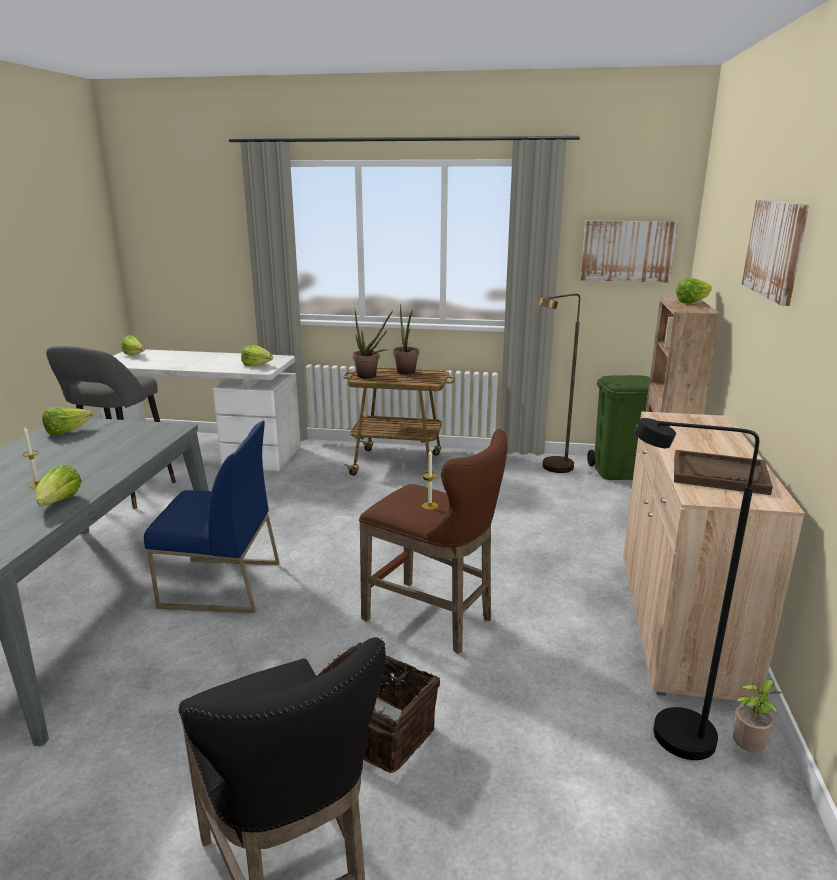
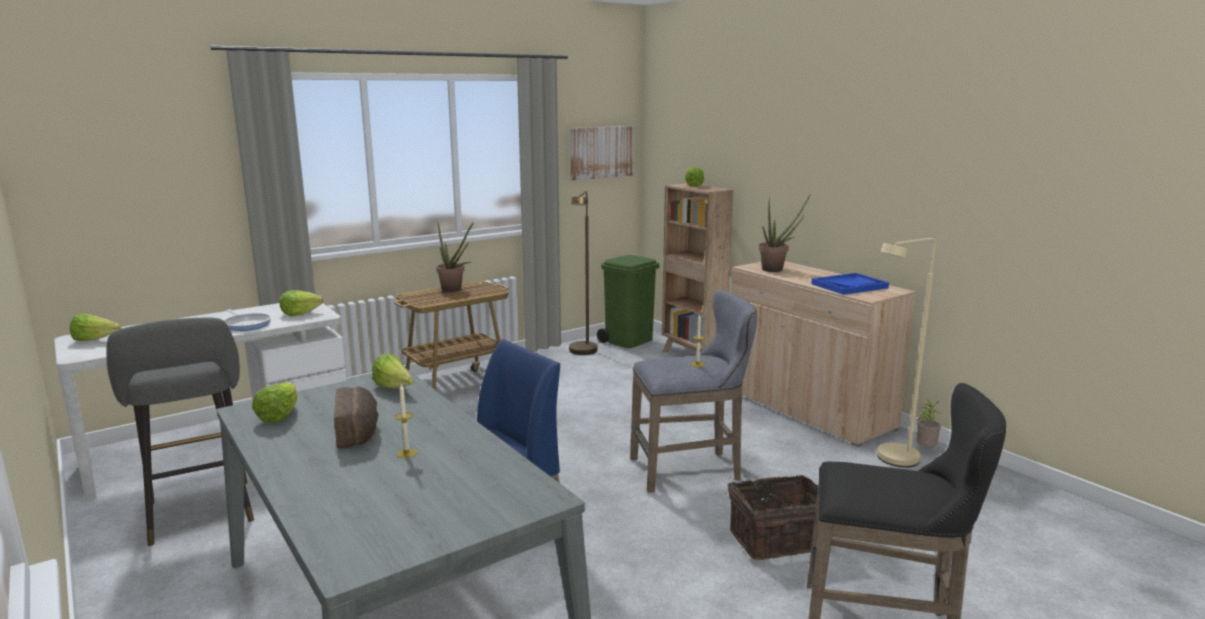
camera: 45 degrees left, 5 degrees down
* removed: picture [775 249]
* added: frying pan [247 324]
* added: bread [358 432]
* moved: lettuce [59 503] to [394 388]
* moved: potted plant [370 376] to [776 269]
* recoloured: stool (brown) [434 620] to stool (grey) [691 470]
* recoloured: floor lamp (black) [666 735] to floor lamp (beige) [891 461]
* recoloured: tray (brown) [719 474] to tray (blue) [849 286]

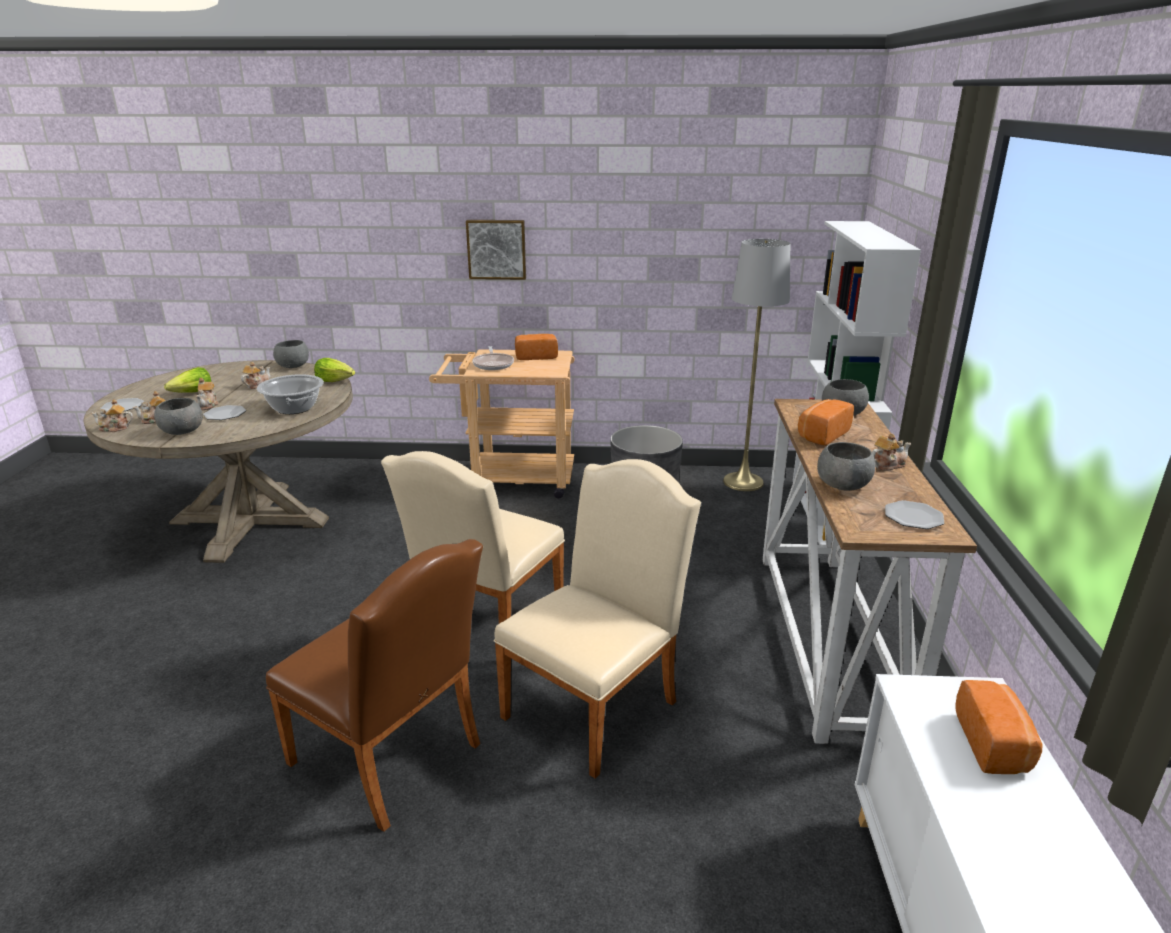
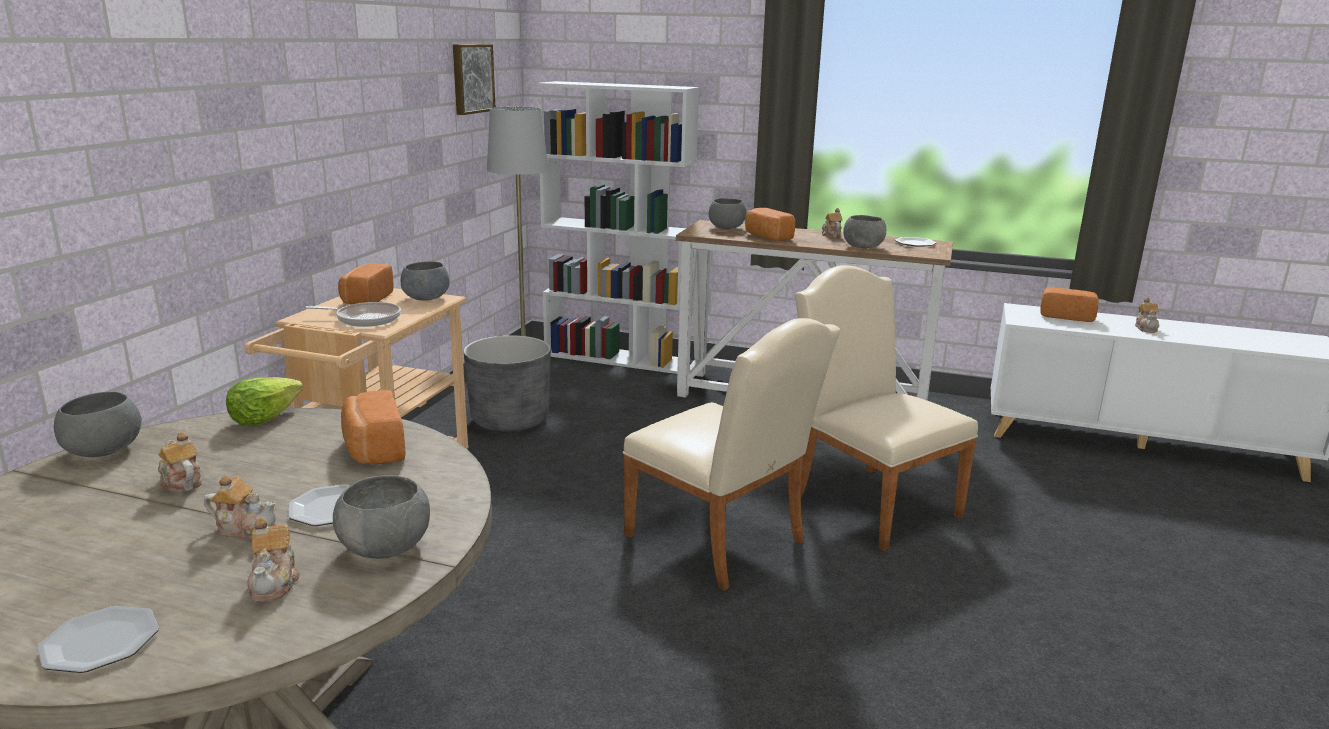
camera: 75 degrees left, 5 degrees down
* removed: lettuce [193 393]
* removed: chair (brown) [393 760]
* added: bowl (grey) [425 298]
* moved: teapot [115 428] to [1146 328]
* moved: picture [496 249] to [471 78]
* replaced: cooking pot [294 408] to bread [373 449]

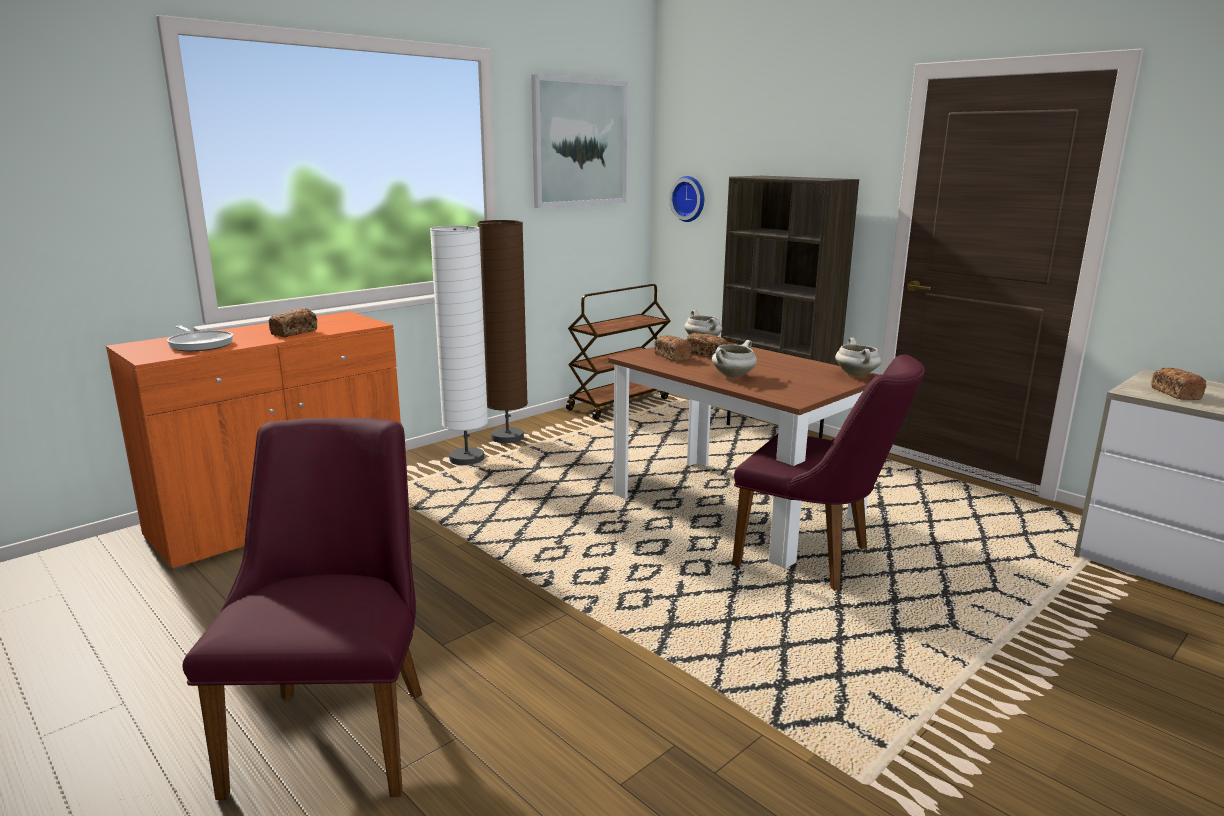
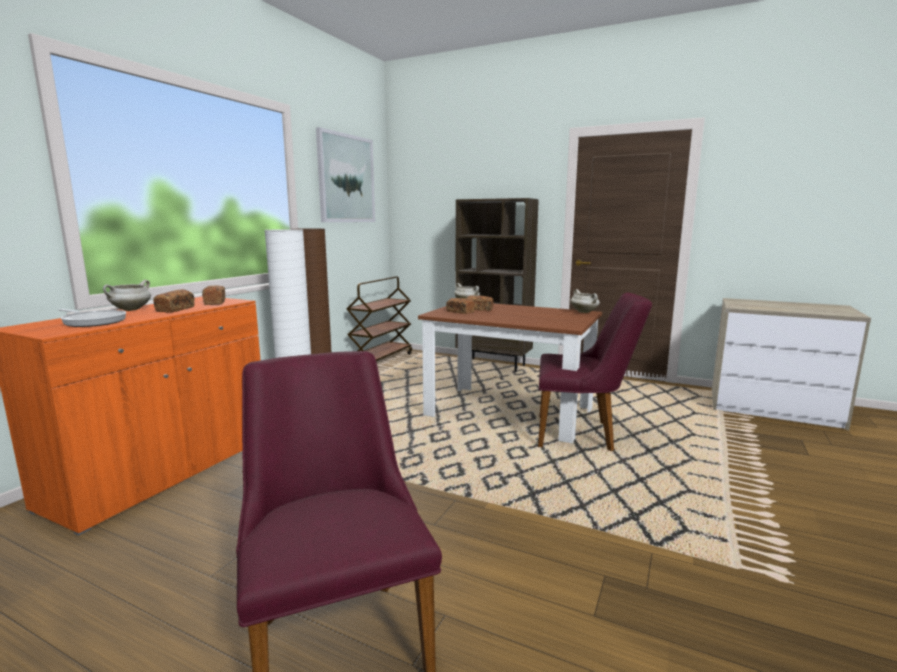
camera: 20 degrees left, 5 degrees down
* removed: wall clock [689 198]
* moved: cooking pot (white) [733 376] to [131 310]
* moved: bread [1175 393] to [215 302]

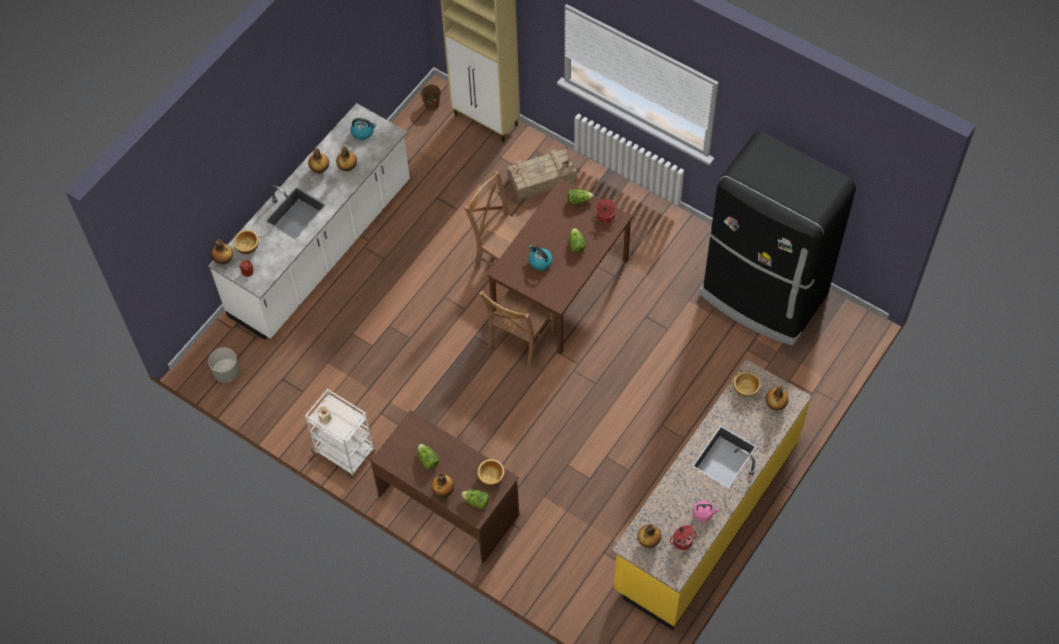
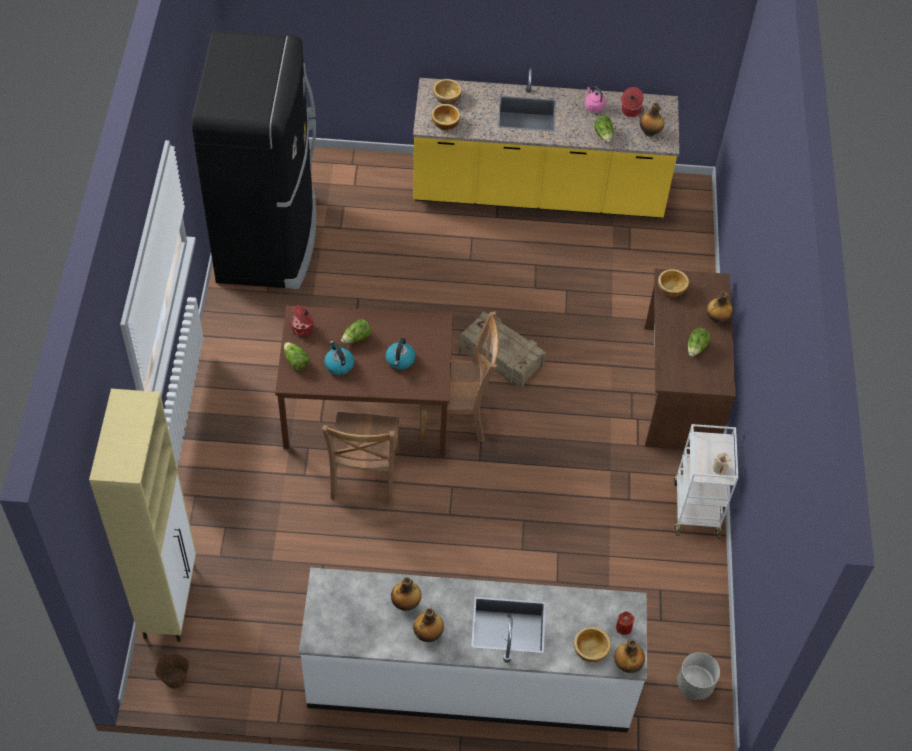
camera: 125 degrees left, 5 degrees down
* moved: kettle [363 132] to [339 364]
* moved: lettuce [476 501] to [604 135]
* moved: crate [541 179] to [501 357]
* replaced: bottle [775 405] to bowl [447 98]

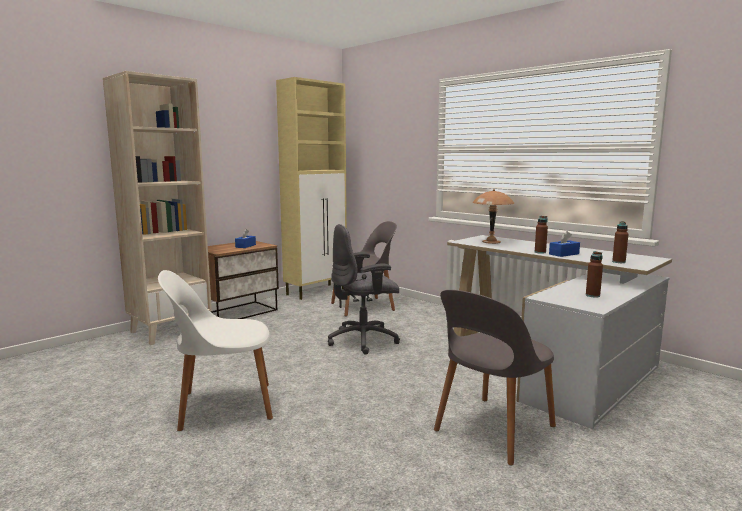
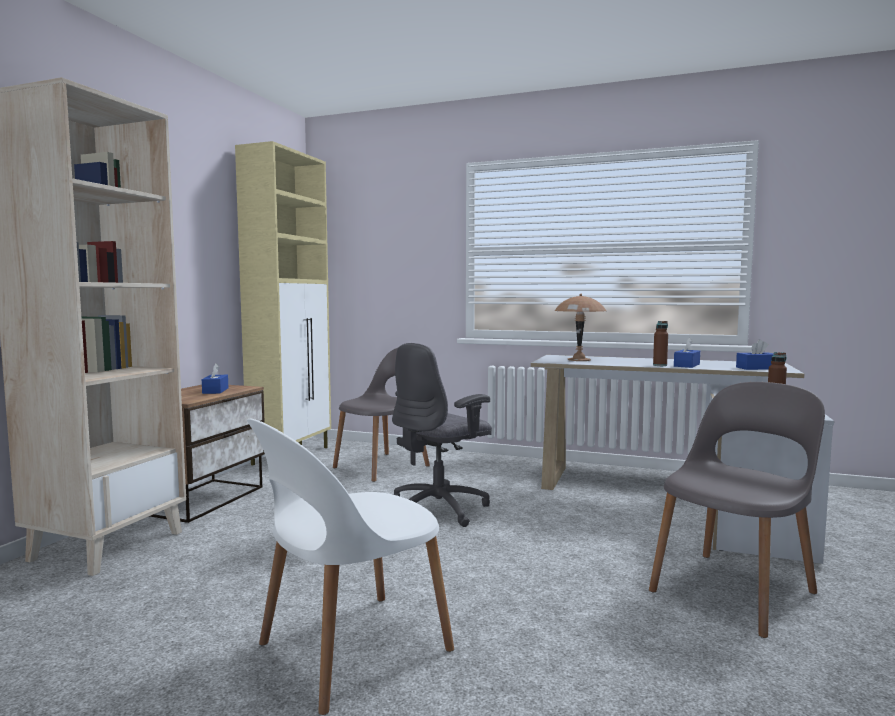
camera: 25 degrees left, 5 degrees down
* replaced: bottle (brown) [618 262] to tissue box (blue) [757 368]
* turned: chair (grey) [493 430] = [734 590] 150 degrees counterclockwise

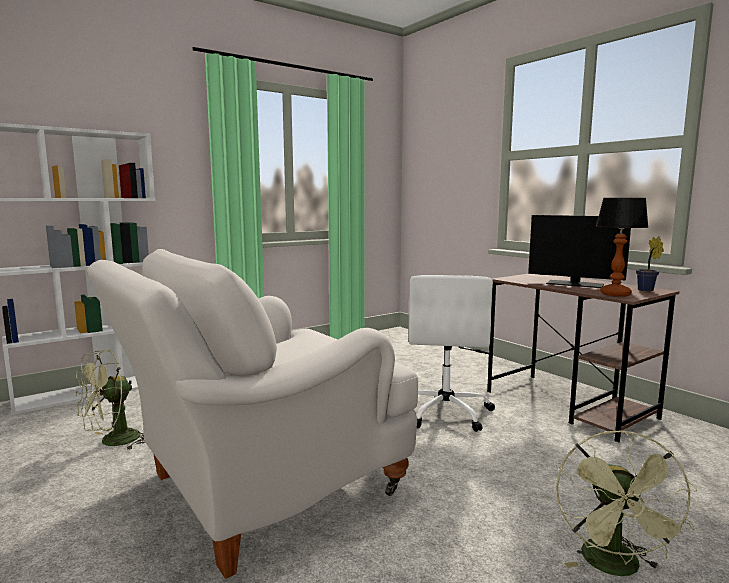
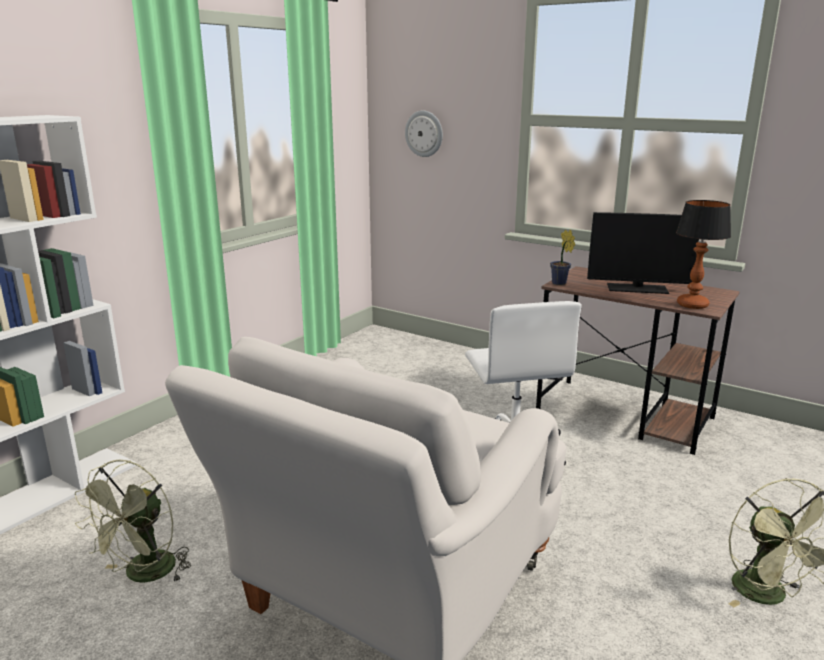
camera: 20 degrees left, 10 degrees up
* added: wall clock [424 133]
* moved: potted plant [646 290] to [560 283]

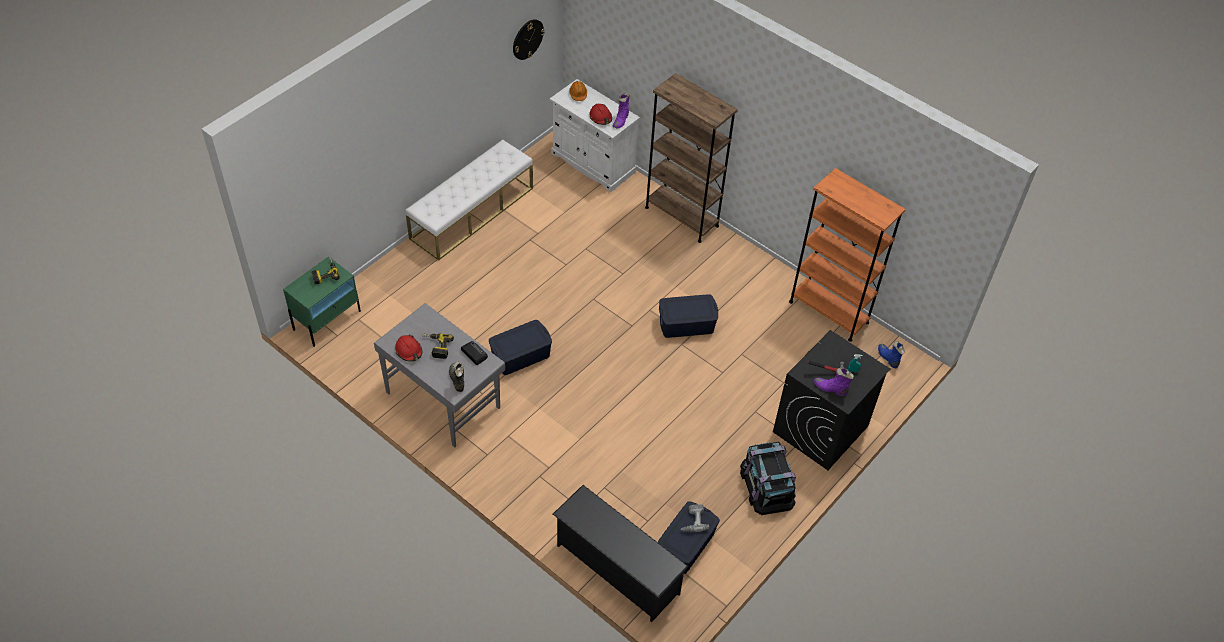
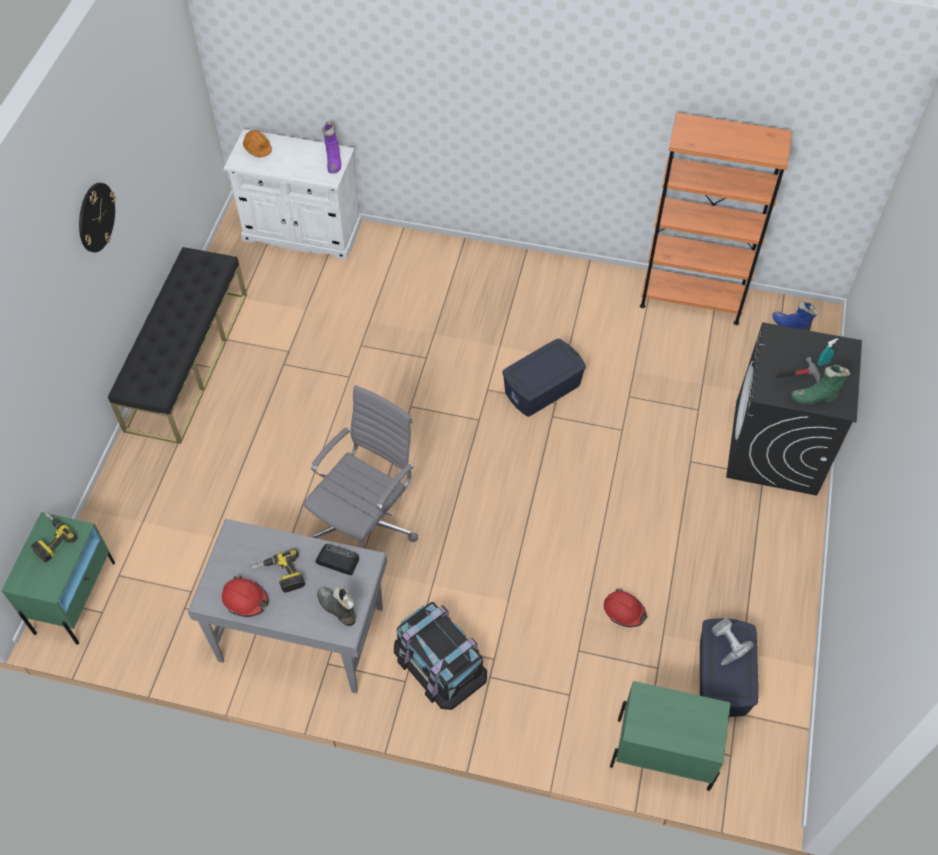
camera: 25 degrees left, 5 degrees up
* removed: bookcase (brown) [681 216]
* moved: wall clock [527 39] to [96 217]
* moved: hard hat (red) [600 117] to [624 611]
* moved: storage box (black) [766 485] to [439 662]
* replaced: storage box (blue) [521 356] to office chair (grey) [366 524]
* replaced: shoe rack (black) [617 569] to nightstand (green) [662 753]
* recoloured: bench (white) [472 213] to bench (black) [187 360]
* recoloured: boot (purple) [831 389] to boot (green) [815 397]

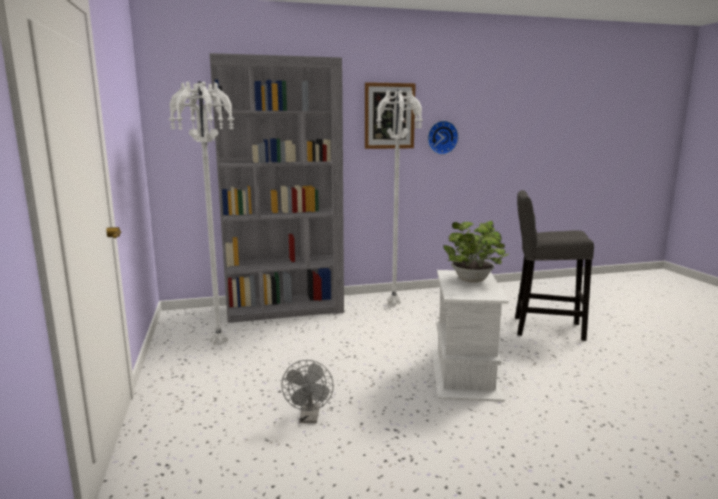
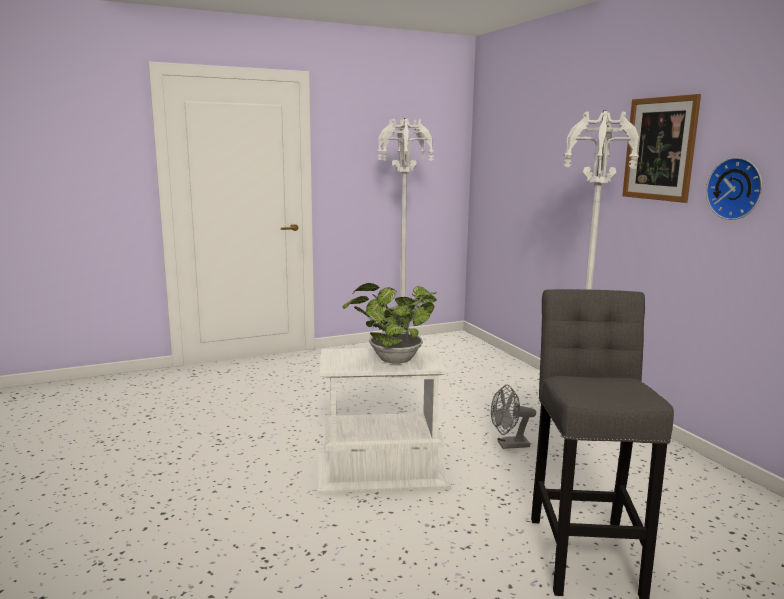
camera: 80 degrees right, 0 degrees up
* removed: bookcase (grey) [285 309]
* moved: fan (grey) [309 418] to [508 445]

